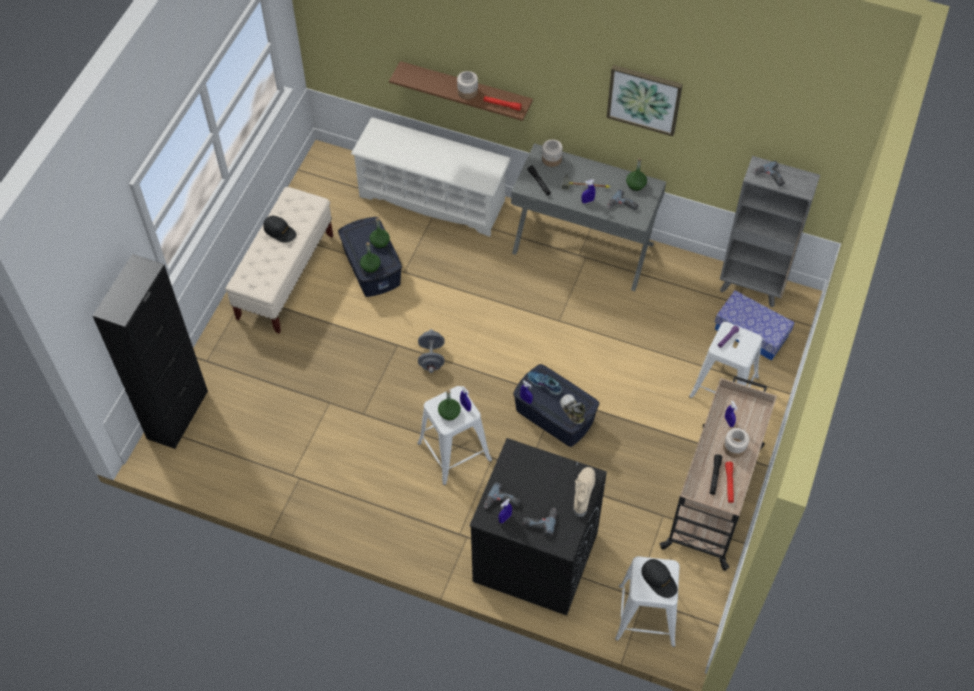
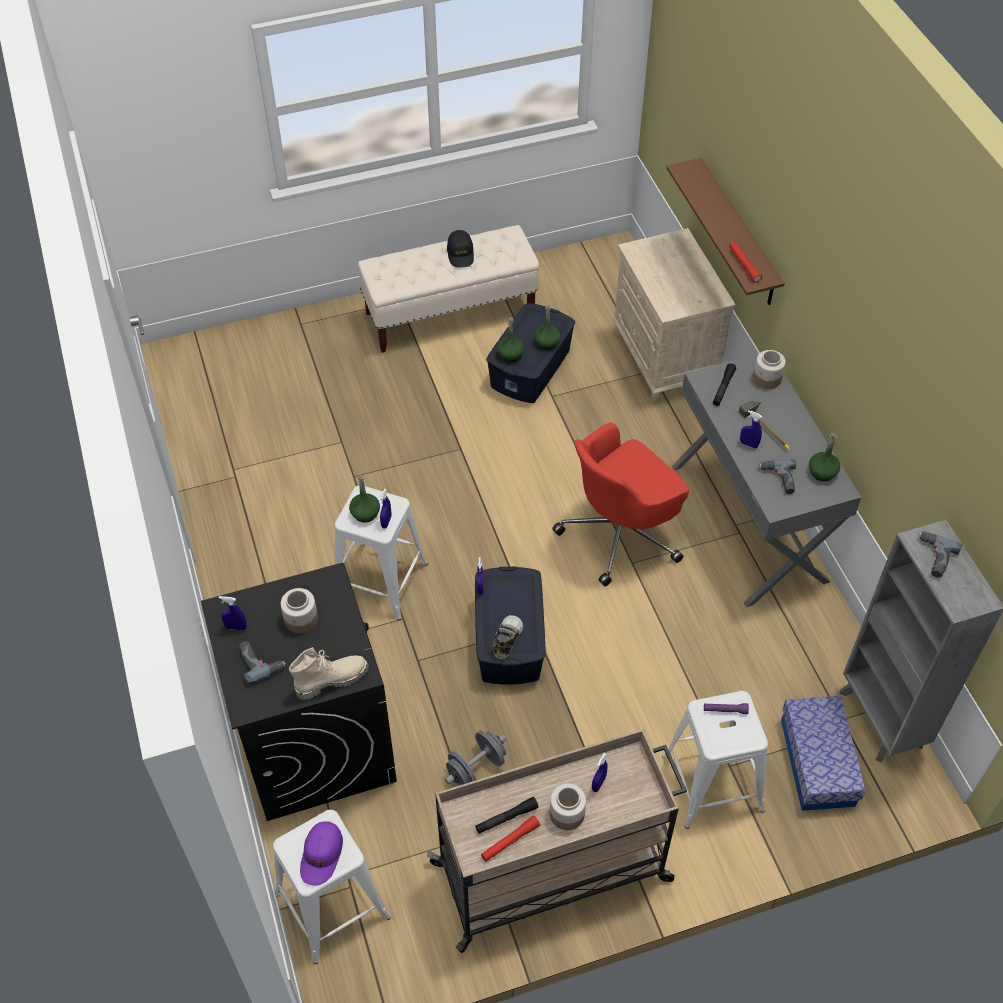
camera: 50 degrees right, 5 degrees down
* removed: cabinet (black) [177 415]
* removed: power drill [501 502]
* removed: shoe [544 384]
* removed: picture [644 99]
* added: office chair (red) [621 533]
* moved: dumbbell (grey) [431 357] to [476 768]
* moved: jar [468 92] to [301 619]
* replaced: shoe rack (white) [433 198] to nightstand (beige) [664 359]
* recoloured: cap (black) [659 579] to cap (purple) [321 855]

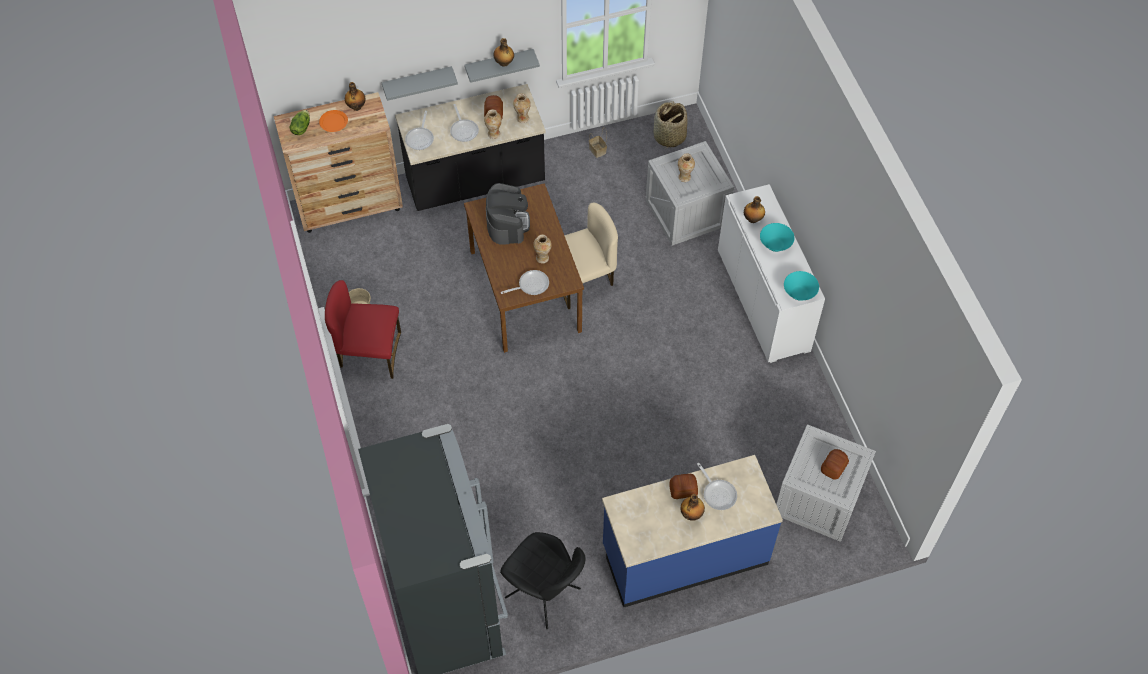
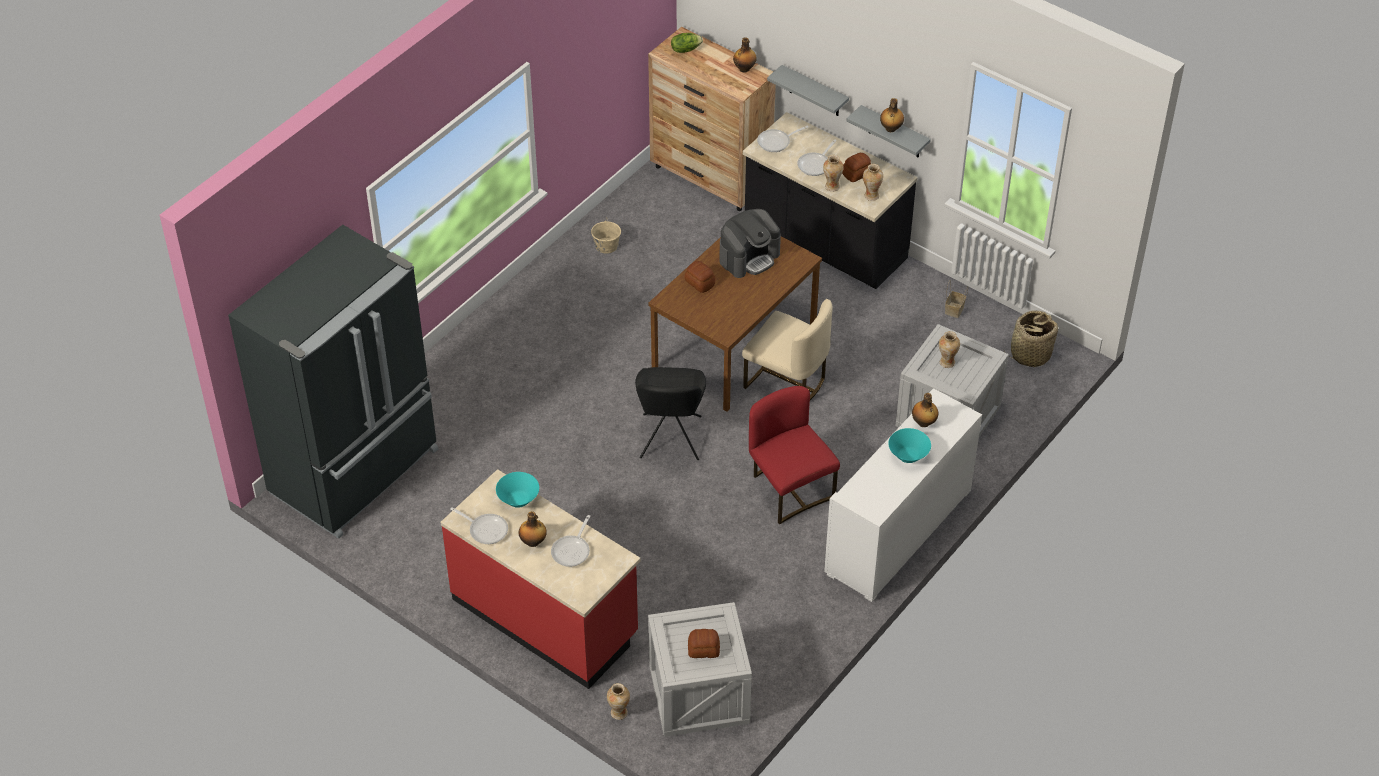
camera: 55 degrees right, 10 degrees down
* removed: plate (orange) [333 122]
* moved: chair (red) [369 353] to [790 488]
* moved: chair (black) [545 595] to [670 439]
* moved: frying pan [531 285] to [485 529]
* moved: vase [542 258] to [618 713]
* moved: bread [682 489] to [700 282]
* moved: bowl (turquoise) [799 293] to [518 499]
* recoloured: counter (blue) [684 554] to counter (red) [546 617]

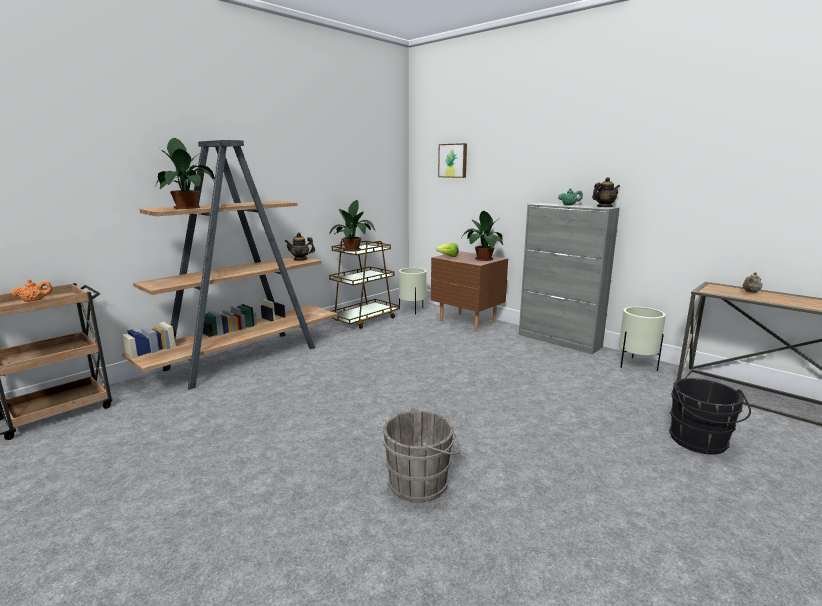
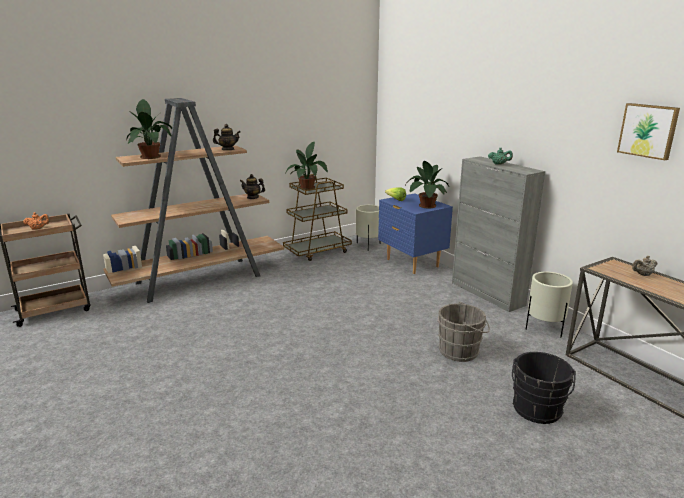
camera: 15 degrees right, 5 degrees up
* moved: bucket (grey) [422 483] to [461 351]
* moved: picture [453 160] to [648 130]
* moved: teapot [604 207] to [228 149]
* recoloured: nightstand (brown) [467 321] to nightstand (blue) [412 263]

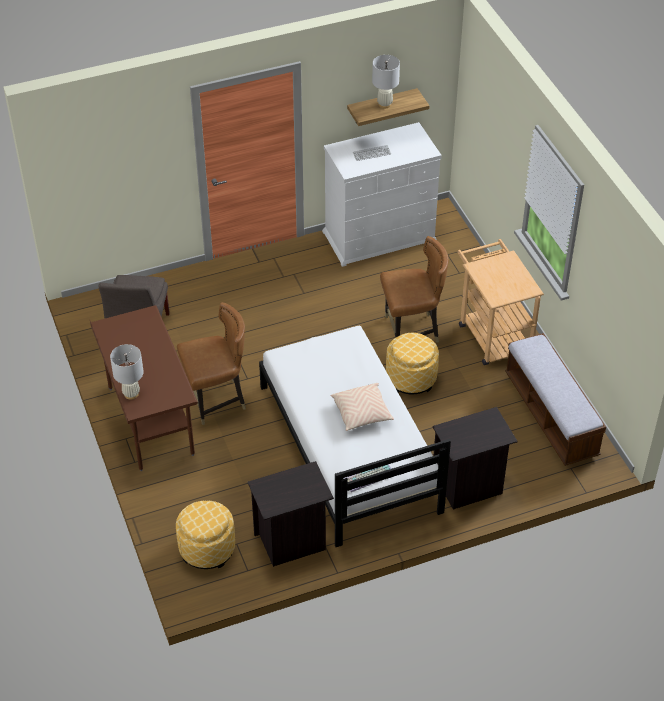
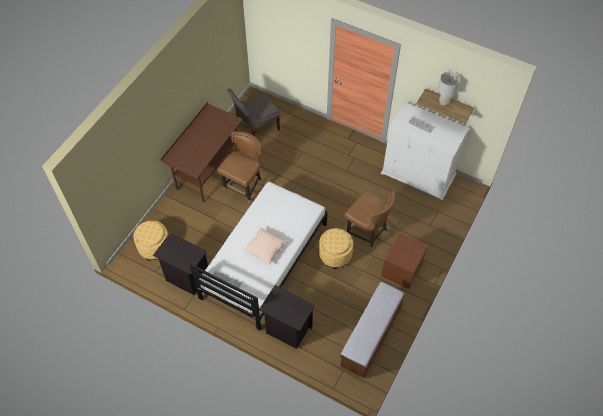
camera: 50 degrees right, 10 degrees up
* removed: table lamp (white) [131 394]
* replaced: cart (beige) [492 333] to nightstand (brown) [402 270]
* turned: chair (brown) [217 400] = [244 187] 90 degrees counterclockwise

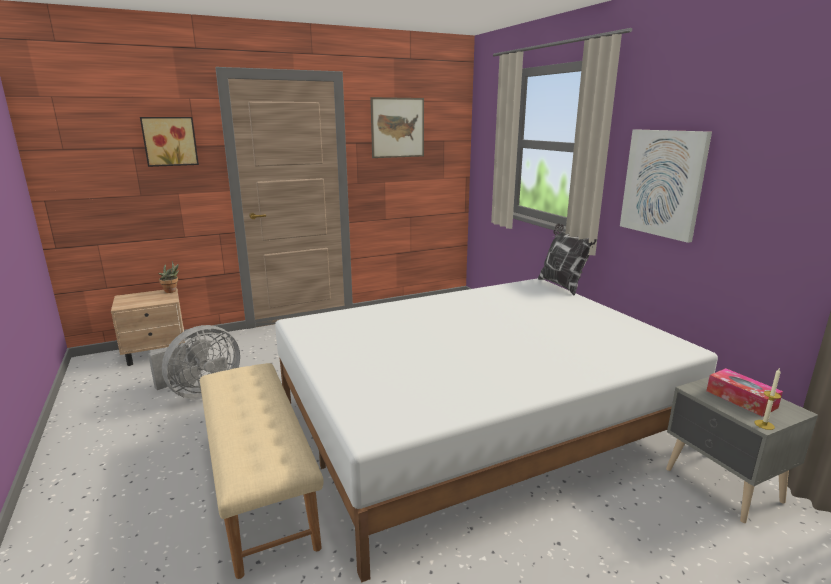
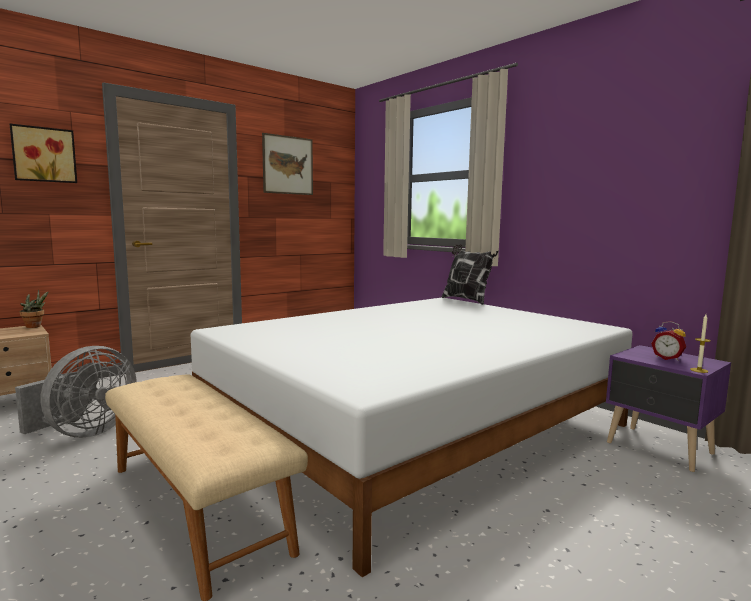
camera: 15 degrees left, 10 degrees down
* removed: picture [663 183]
* replaced: tissue box [741 399] to alarm clock [667 358]
* recoloured: nightstand (grey) [722 487] to nightstand (purple) [660 449]

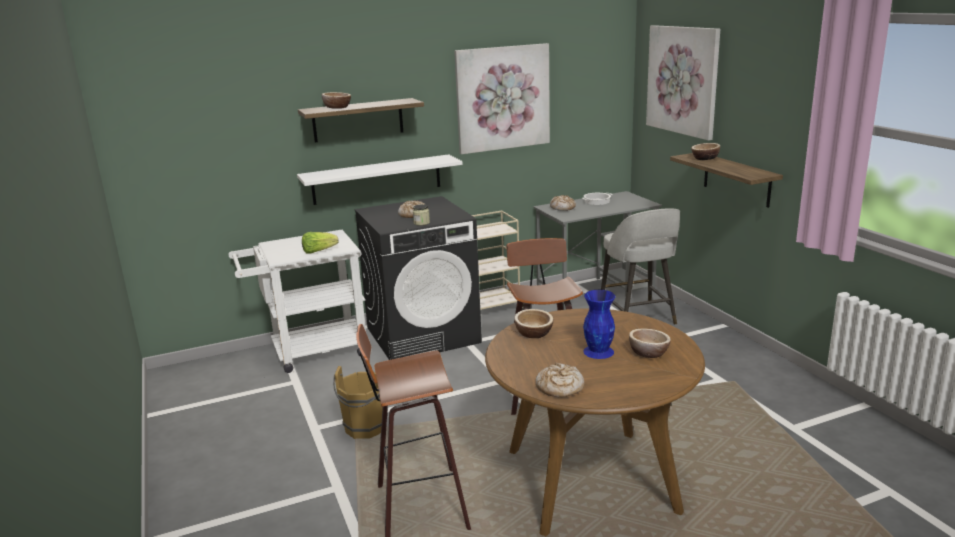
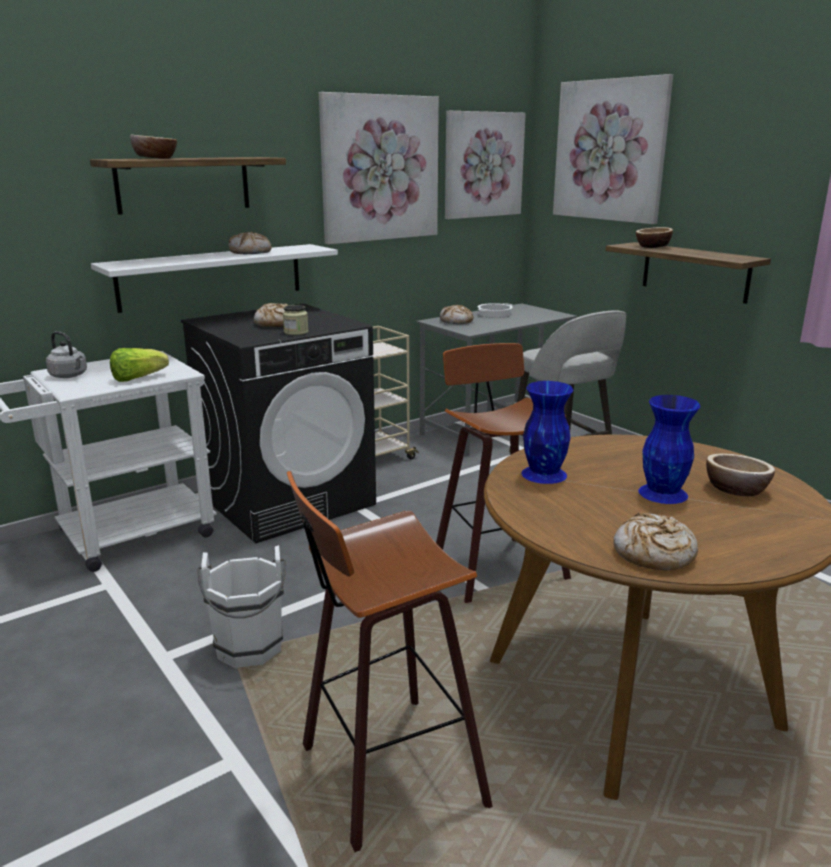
camera: 15 degrees left, 0 degrees up
* added: kettle (grey) [70 376]
* added: bread [251 252]
* added: picture [482 165]
* replaced: bowl [533 333] to vase (blue) [544 474]
* recoloured: bucket (brown) [365 430] to bucket (white) [249 651]

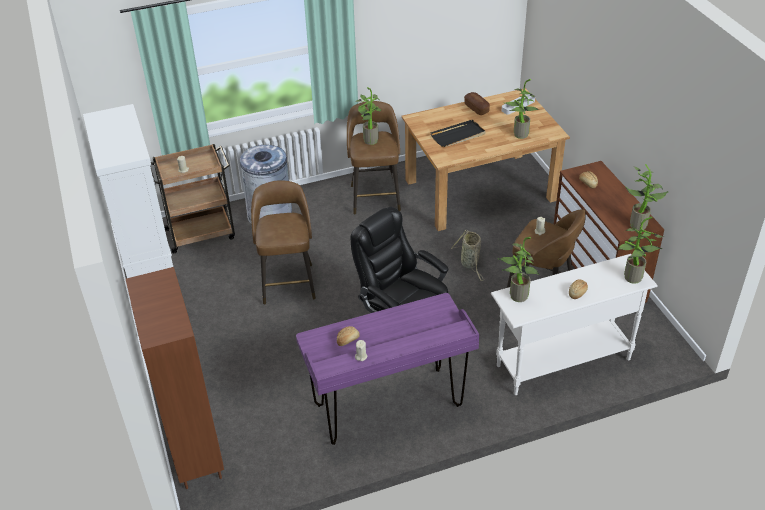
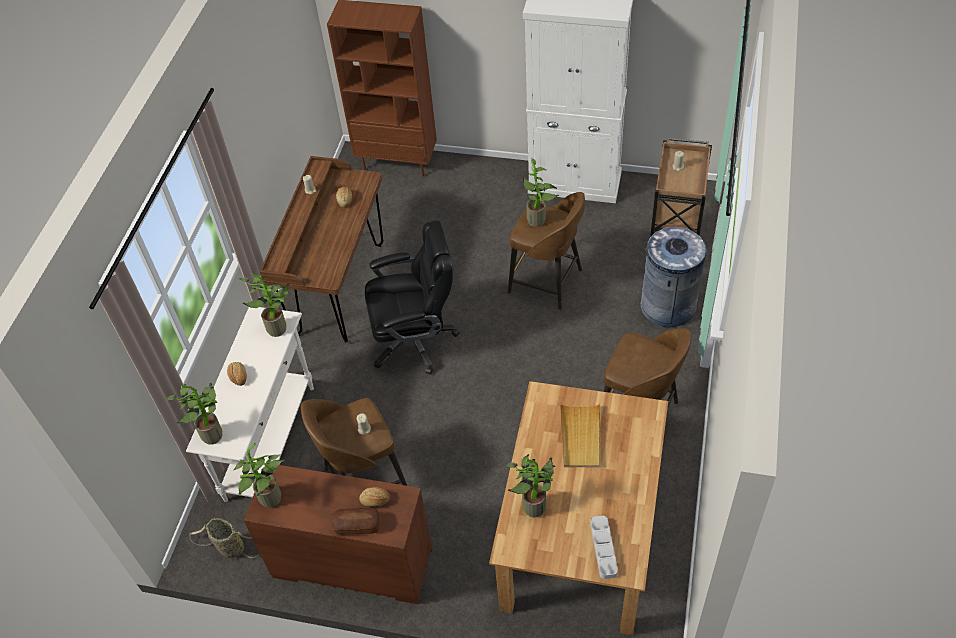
camera: 125 degrees right, 10 degrees up
* moved: potted plant [369 139] to [539 220]
* moved: basket [470 264] to [229 548]
* moved: bread [476 108] to [357 525]
* recoloured: desk (purple) [388 406] to desk (brown) [339 289]
* recoloured: tray (black) [458 135] to tray (beige) [580 437]

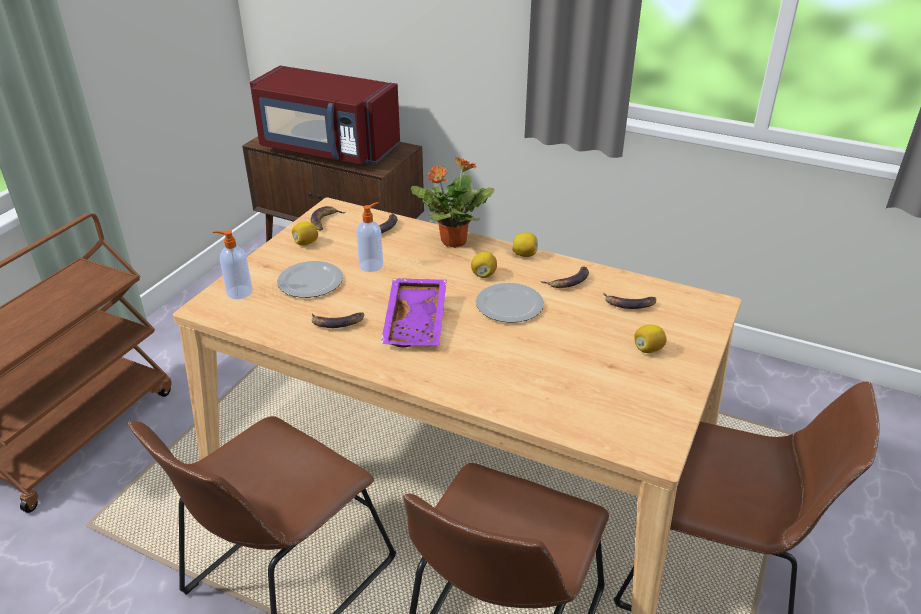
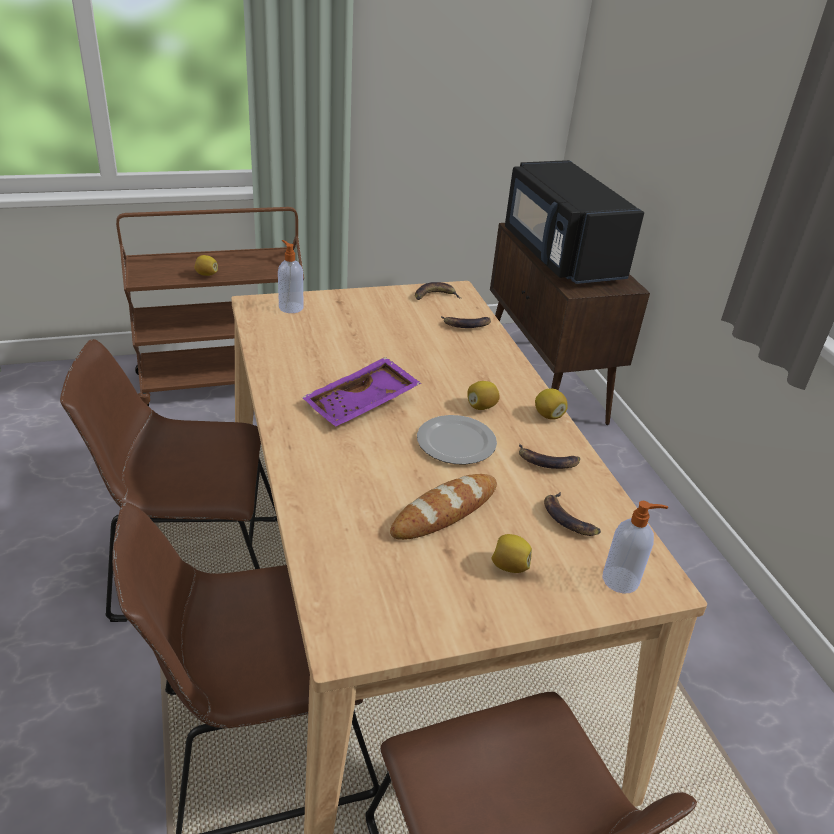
camera: 45 degrees right, 0 degrees up
* removed: plate [310 281]
* removed: banana [337 322]
* removed: potted plant [452 241]
* added: bread [445 511]
* moved: lemon [306 243] to [206 274]
* moved: soap dispenser [372 265] to [622 580]
* recoloured: microwave (red) [327 149] to microwave (black) [560 255]

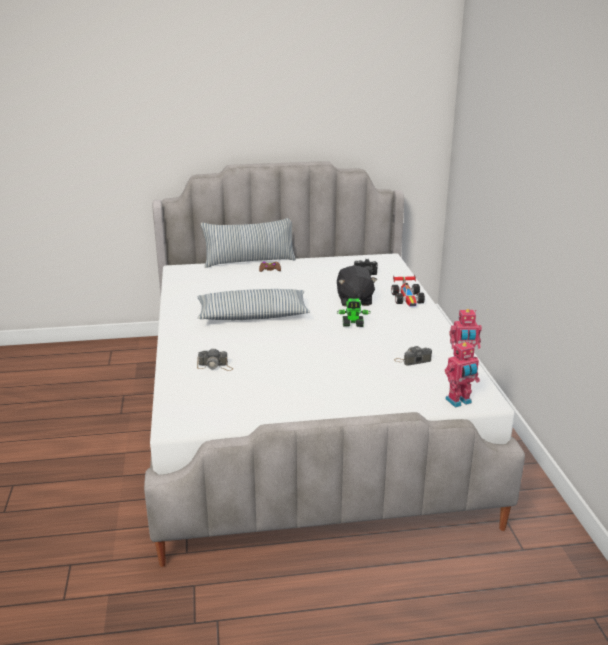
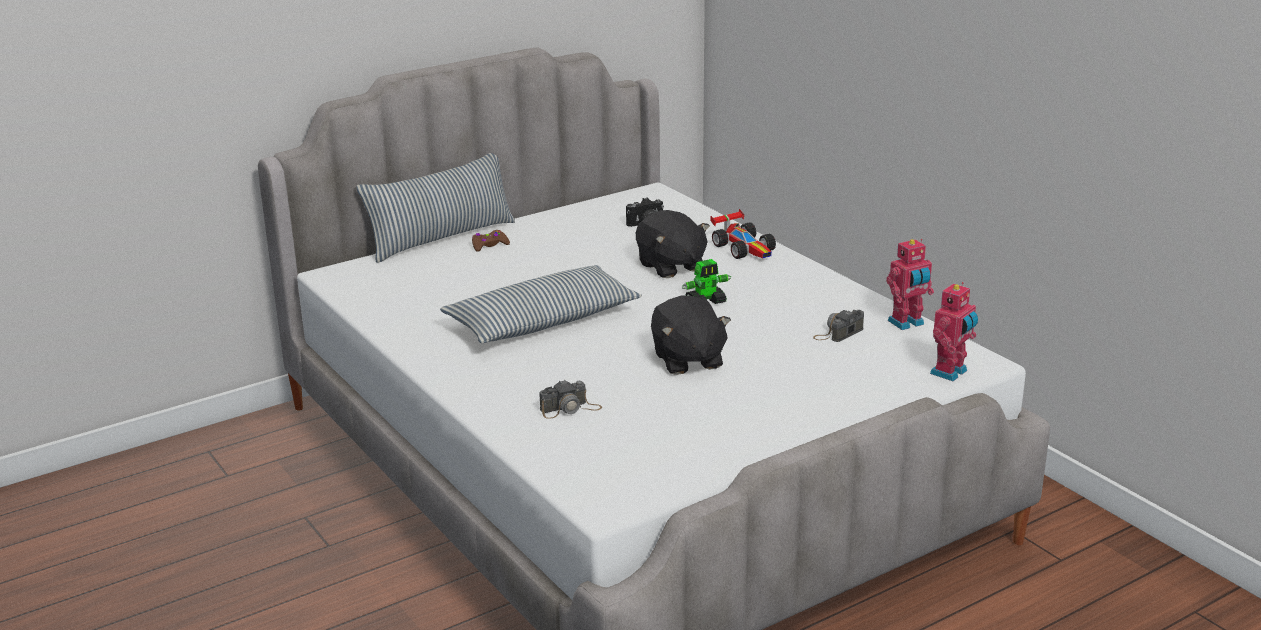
camera: 25 degrees left, 0 degrees up
* added: plush toy (black) [687 360]

